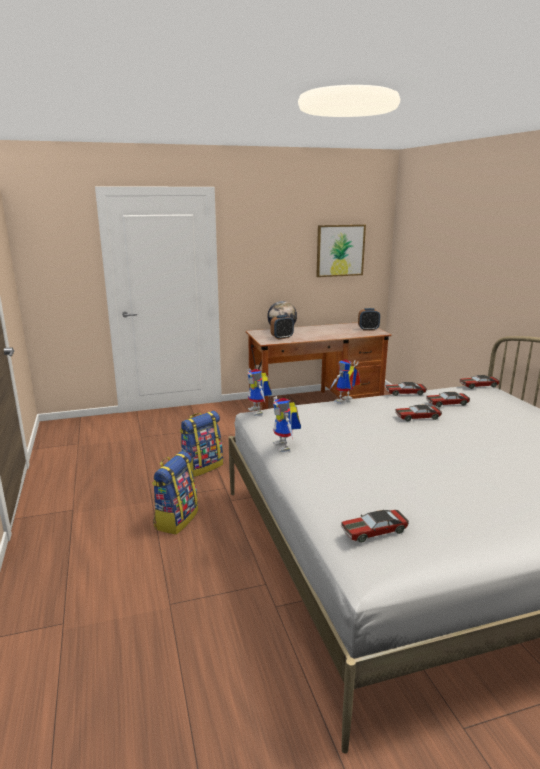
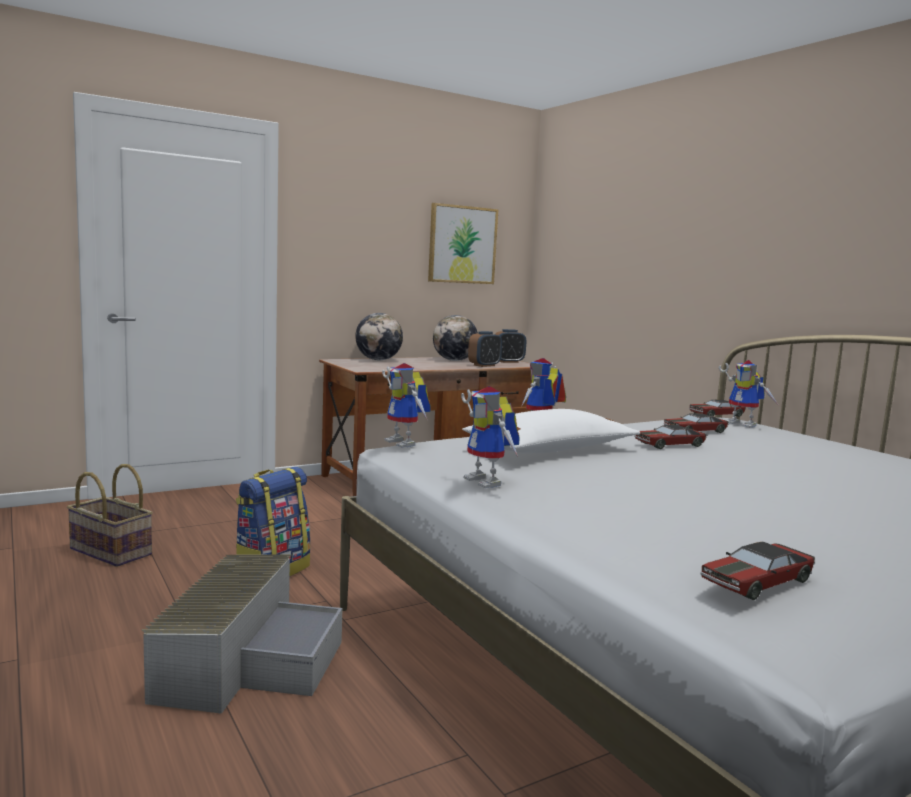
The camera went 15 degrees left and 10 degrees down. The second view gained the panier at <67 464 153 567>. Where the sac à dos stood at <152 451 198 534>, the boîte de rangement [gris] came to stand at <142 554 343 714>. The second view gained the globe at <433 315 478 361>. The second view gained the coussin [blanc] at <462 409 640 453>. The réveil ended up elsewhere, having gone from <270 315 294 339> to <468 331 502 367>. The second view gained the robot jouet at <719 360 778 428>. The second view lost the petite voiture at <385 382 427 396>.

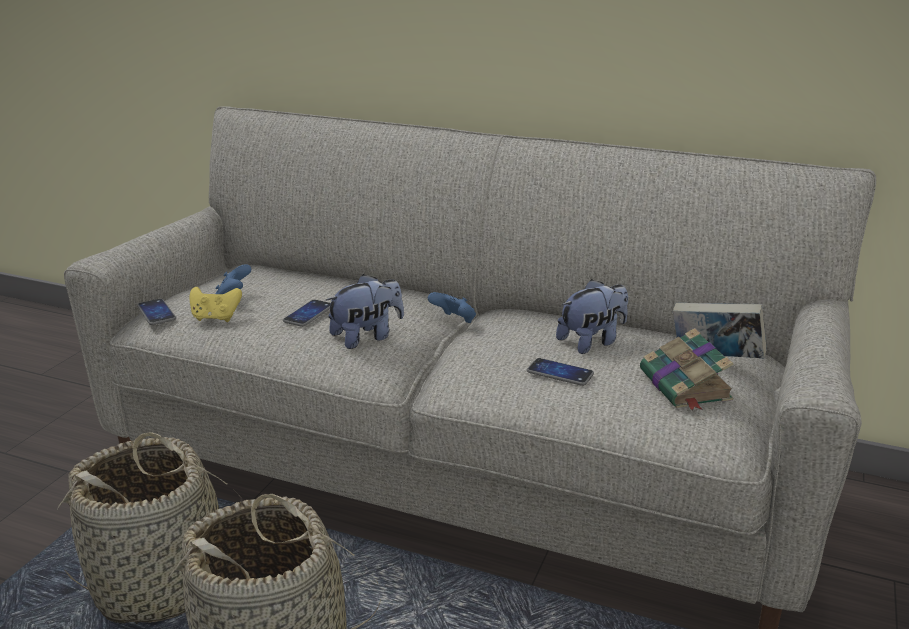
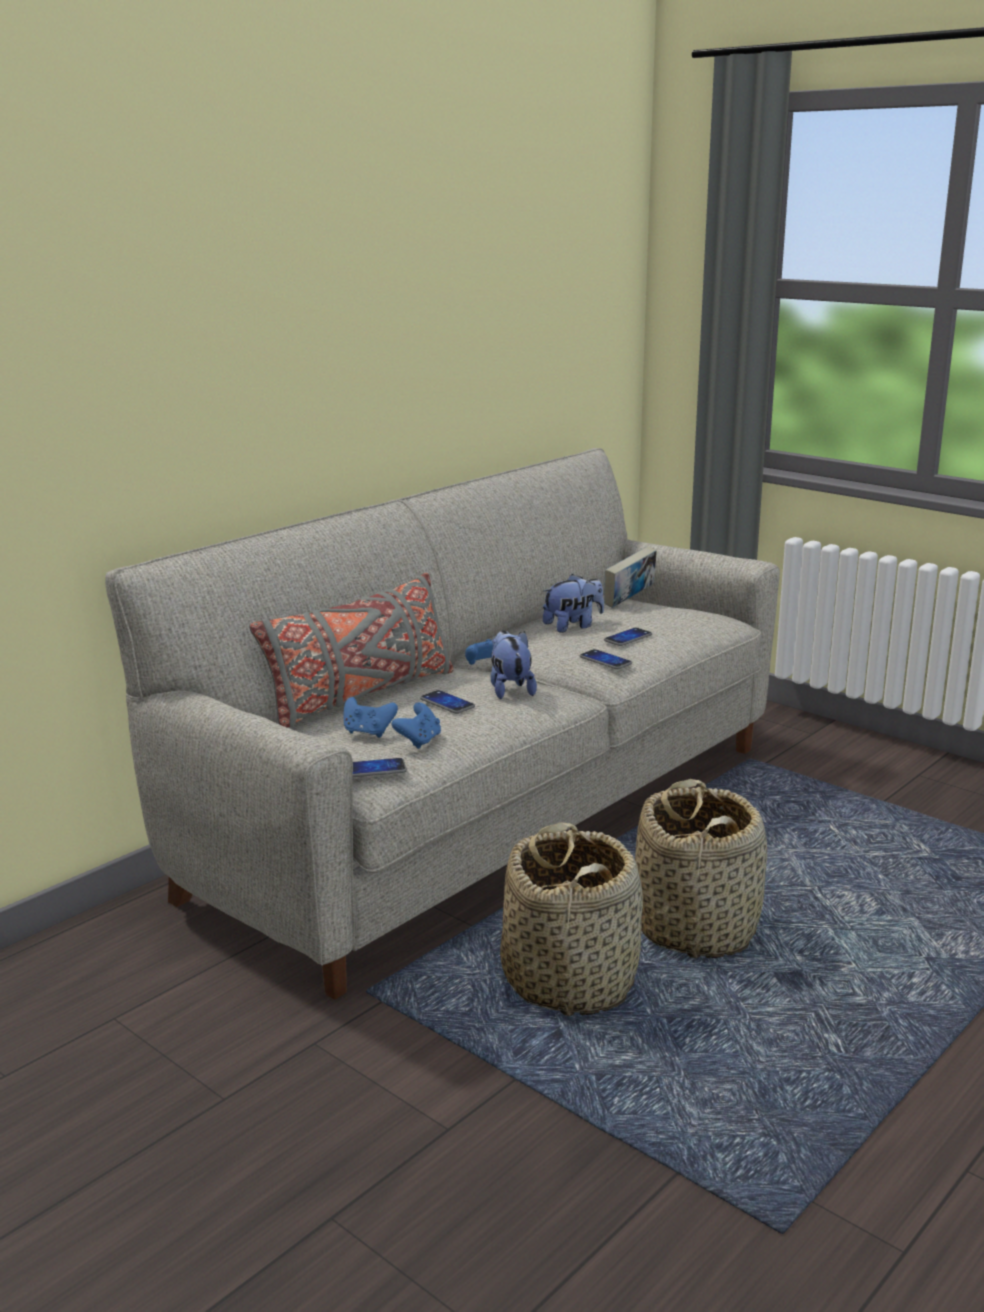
The camera went 70 degrees left and 5 degrees down. The second view gained the coussin [gris] at <249 573 454 728>. What was the manette [jaune] at <190 287 242 322> turned into the manette [bleu] at <391 702 441 749>. The peluche at <556 279 628 354> ended up facing another way, 75 degrees clockwise from before. The second view gained the téléphone at <580 649 632 669>. The second view lost the livre at <640 328 734 411>.

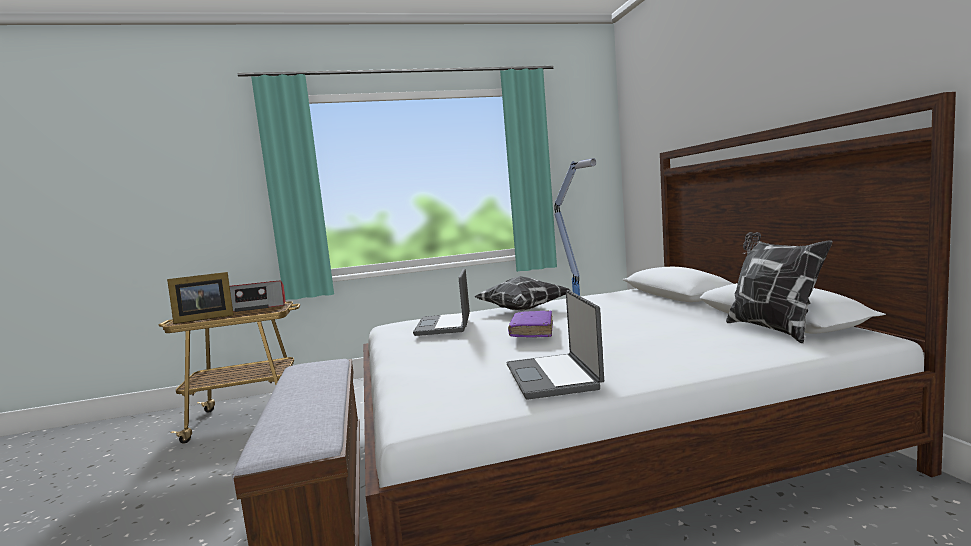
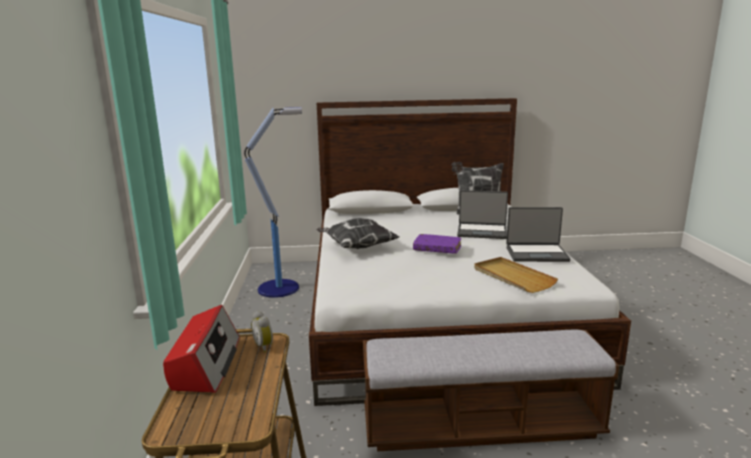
The camera went 80 degrees left and 10 degrees up. The second view gained the réveil at <251 311 273 353>. The ordinateur portable ended up elsewhere, having gone from <413 268 470 336> to <457 190 508 239>. The second view gained the plateau [beige] at <474 257 558 293>. The second view lost the cadre photo at <167 272 234 324>.

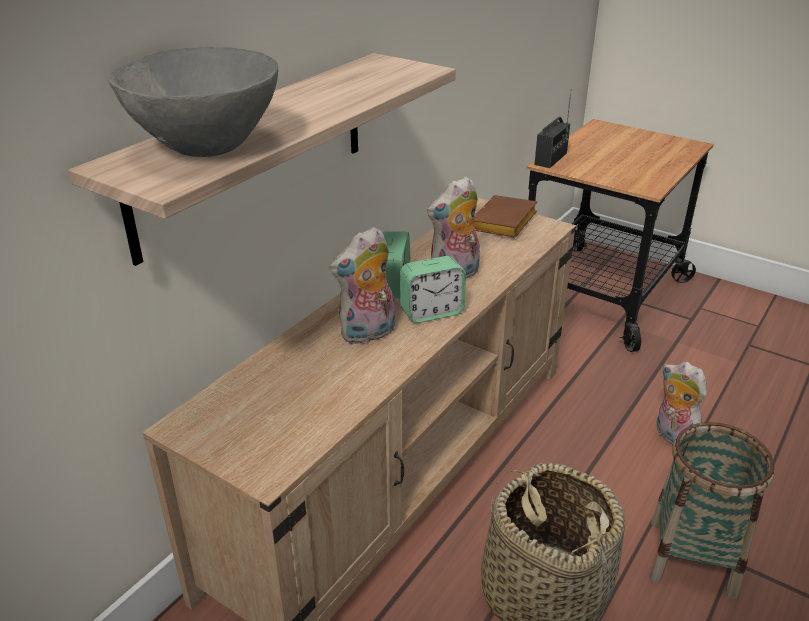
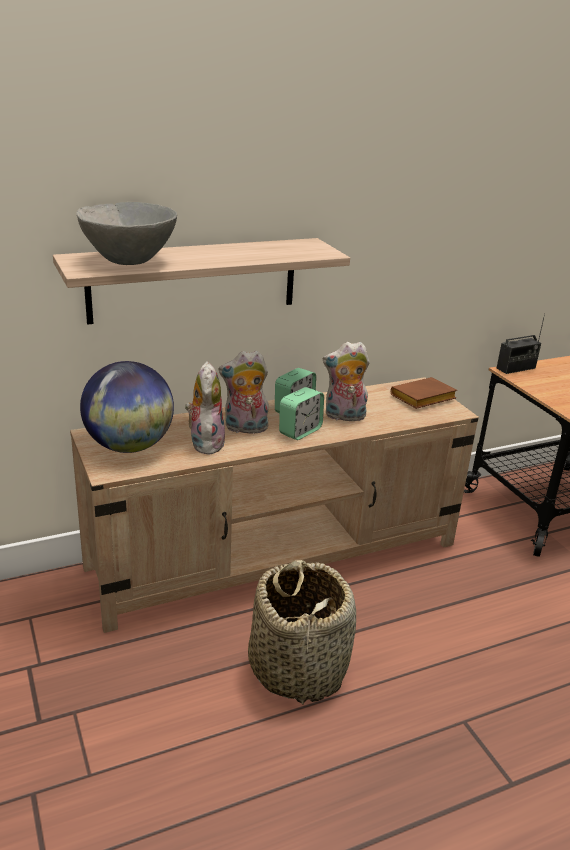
The camera went 30 degrees right and 5 degrees down. The second view gained the globe at <80 361 174 453>. The peluche ended up elsewhere, having gone from <657 362 707 445> to <185 361 225 455>. The réveil at <400 256 466 323> ended up facing another way, 60 degrees counterclockwise from before. The second view lost the panier at <649 422 775 599>.

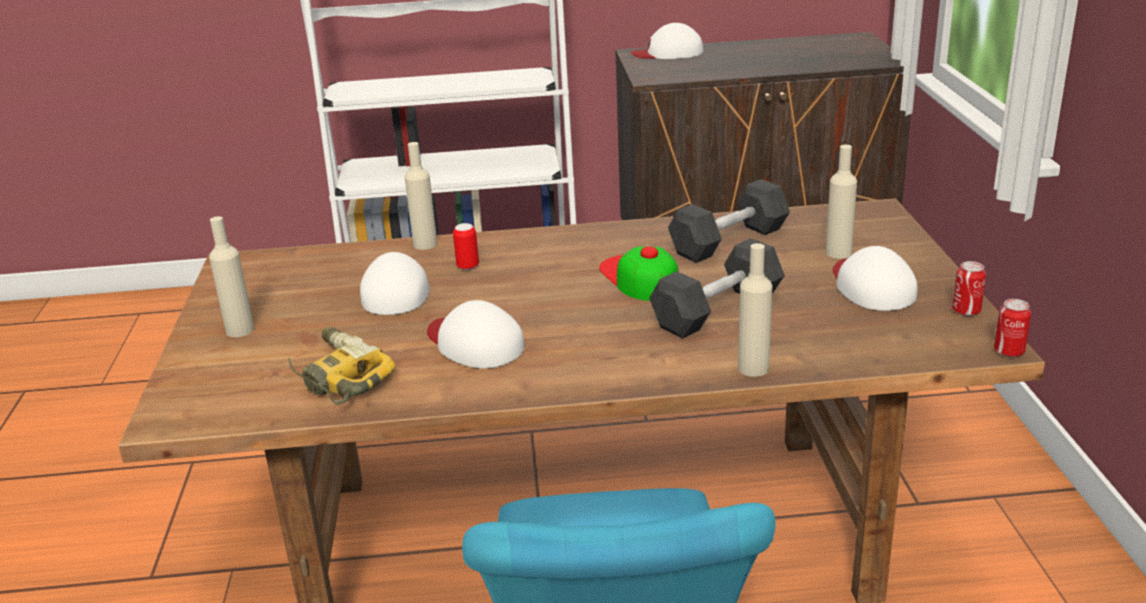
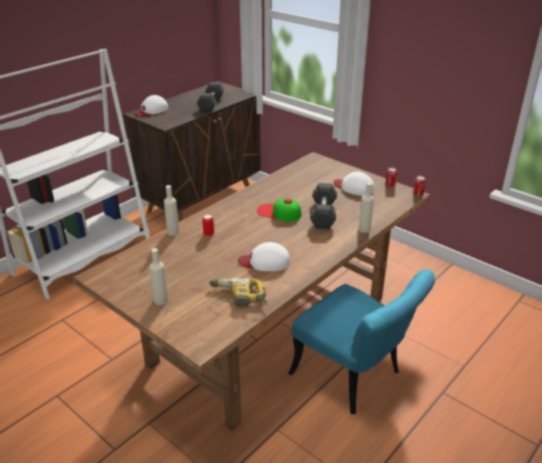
The camera went 45 degrees left and 5 degrees up. The haltère [noir] ended up elsewhere, having gone from <668 179 790 263> to <196 82 225 112>. The second view lost the casquette [blanc] at <360 252 430 315>. The second view lost the bouteille [beige] at <825 145 857 259>.

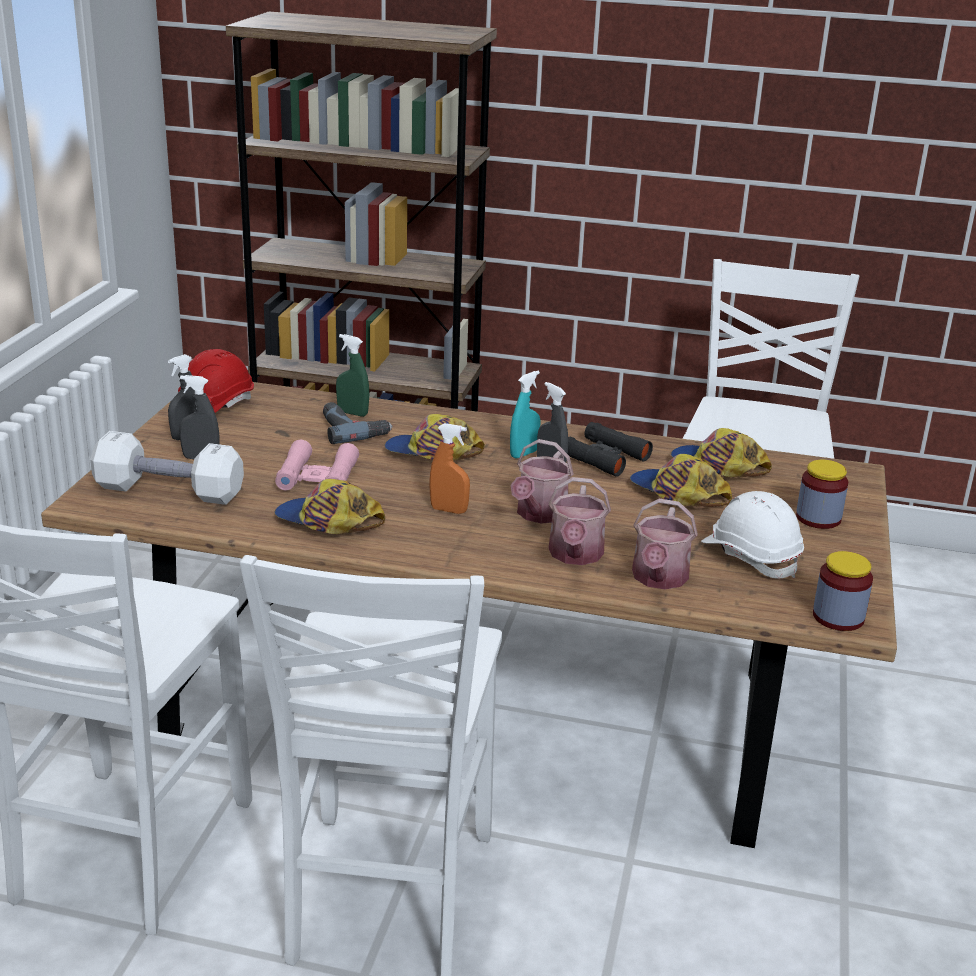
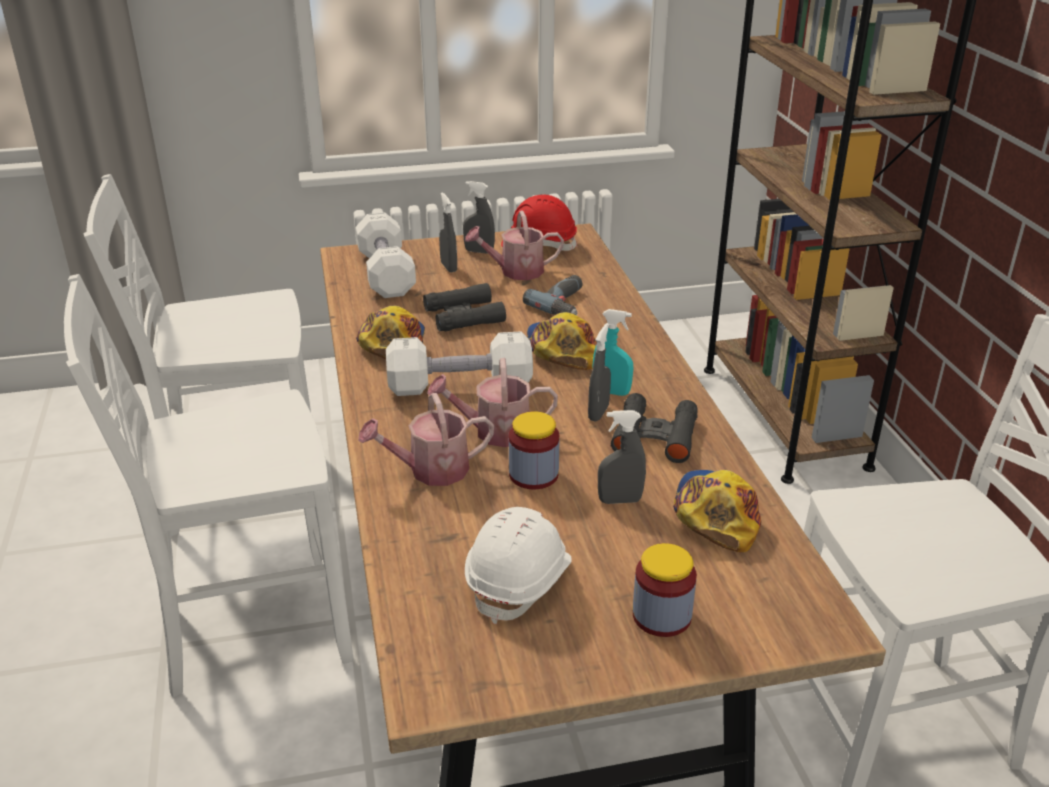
The camera went 65 degrees right and 5 degrees up. Where the vaporisateur [orange] stood at <429 423 470 514>, the haltère [blanc] came to stand at <386 331 533 396>. What was the jumelles [rose] at <275 440 359 490> turned into the jumelles [noir] at <423 283 506 332>. The arrosoir ended up elsewhere, having gone from <632 499 698 589> to <465 210 564 280>. The bocal ended up elsewhere, having gone from <813 551 873 631> to <509 411 560 489>. Where the casquette stood at <630 454 732 507>, the vaporisateur [gris] came to stand at <598 410 646 504>. The second view lost the vaporisateur [vert] at <336 334 369 417>.

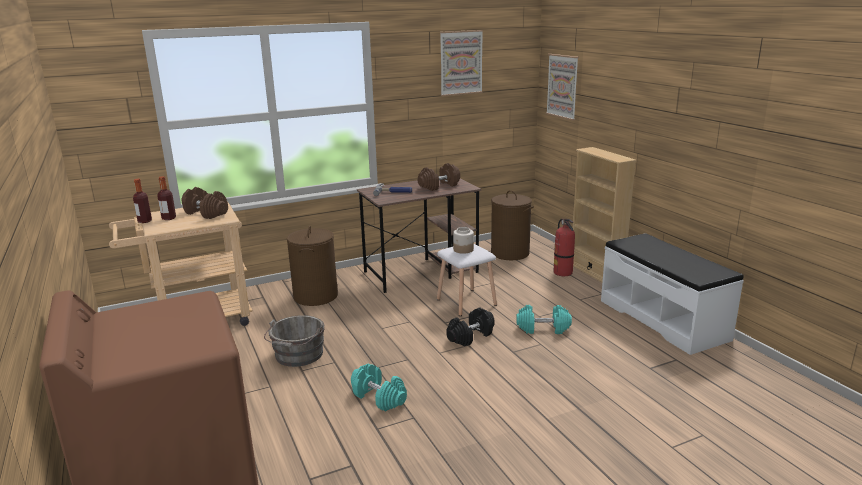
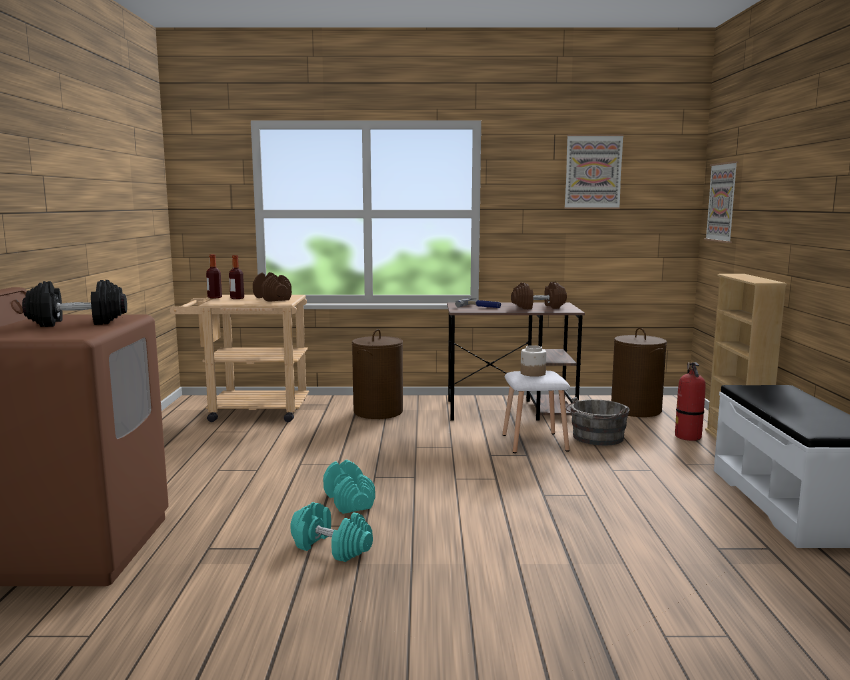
The camera went 25 degrees right and 10 degrees down. The haltère [noir] ended up elsewhere, having gone from <446 308 495 347> to <22 280 127 327>. The haltère [turquoise] ended up elsewhere, having gone from <516 305 572 334> to <290 502 373 562>. The seau [gris] ended up elsewhere, having gone from <264 315 324 367> to <566 397 629 446>.

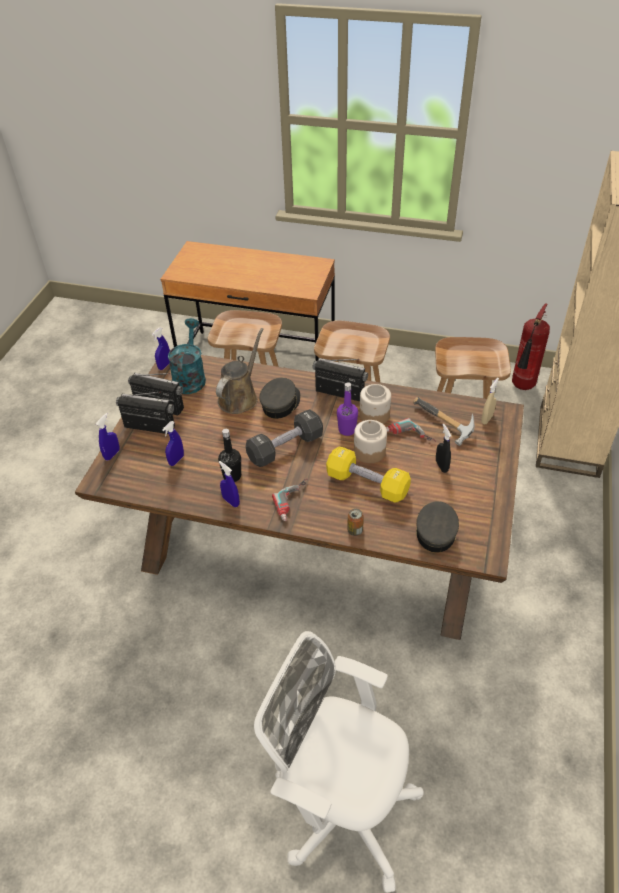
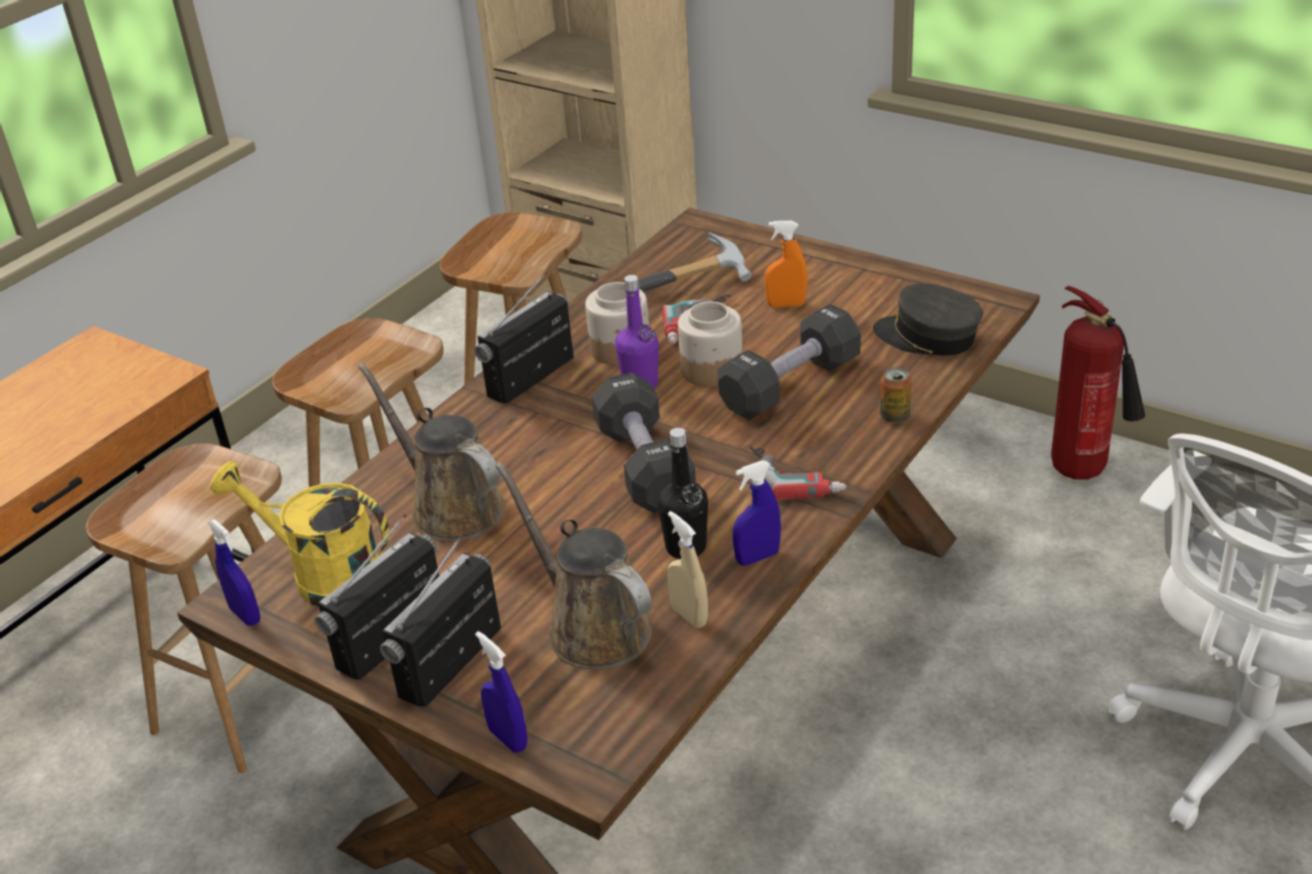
The camera went 70 degrees left and 10 degrees down. What was the arrosoir [turquoise] at <168 318 206 394> turned into the arrosoir [jaune] at <211 461 389 607>. Where the vaporisateur [bleu] stood at <162 421 184 466>, the arrosoir [marron] came to stand at <495 462 652 670>. The vaporisateur [beige] ended up elsewhere, having gone from <481 378 499 425> to <667 511 708 628>. What was the haltère [jaune] at <326 447 411 503> turned into the haltère [noir] at <718 304 861 420>. What was the vaporisateur [noir] at <436 424 451 473> turned into the vaporisateur [orange] at <765 221 807 307>. The extincteur ended up elsewhere, having gone from <512 303 550 390> to <1051 286 1145 479>. The second view lost the casquette [gris] at <259 377 300 419>.

